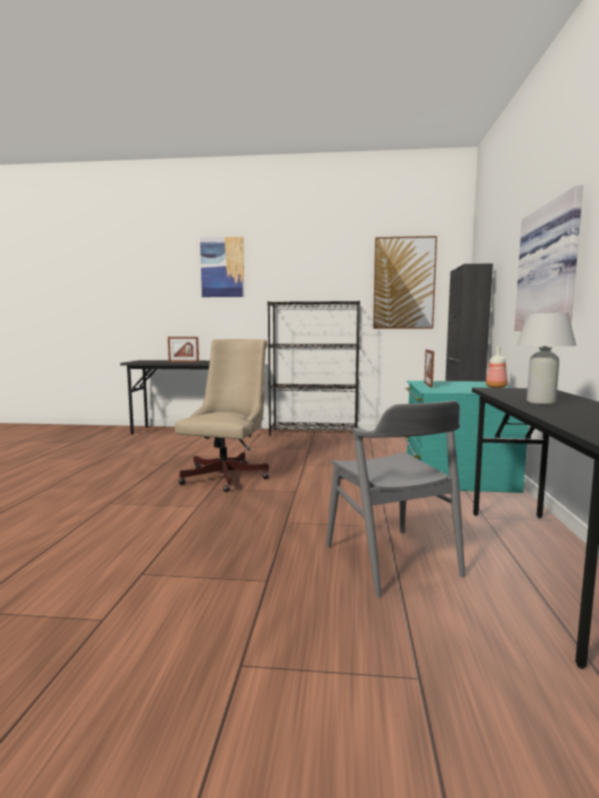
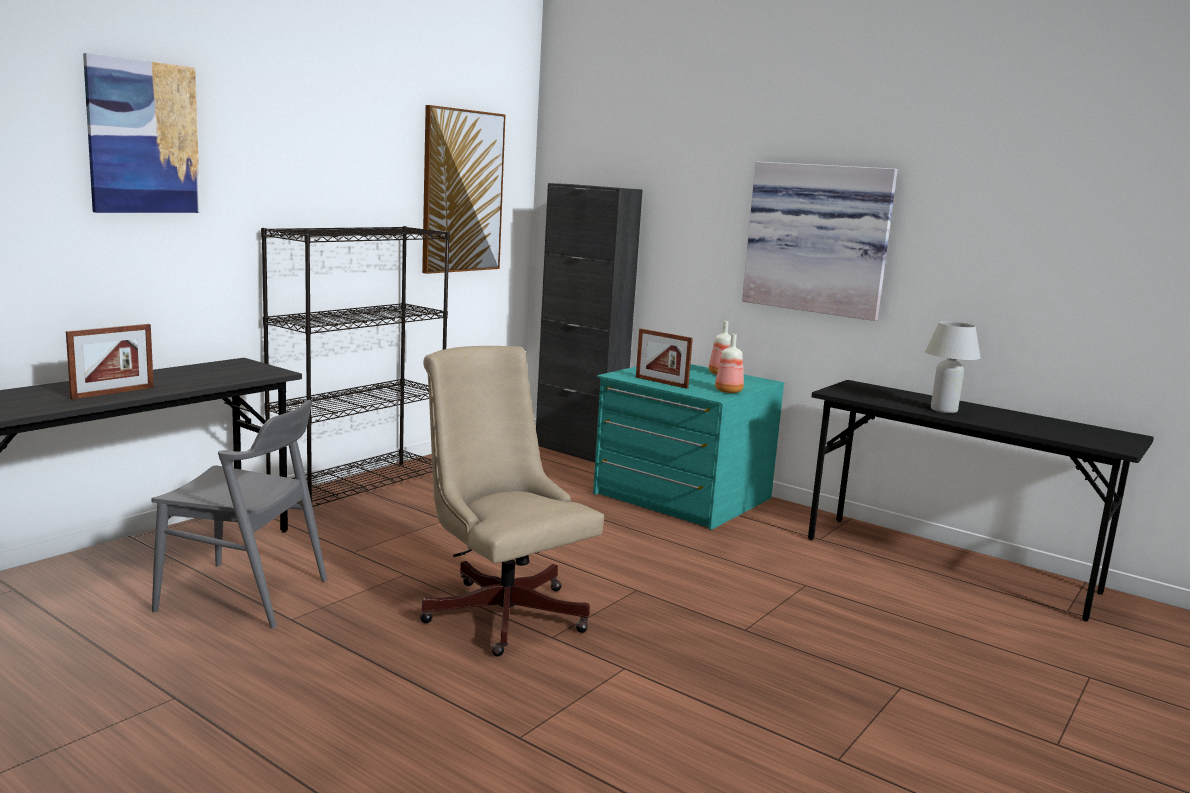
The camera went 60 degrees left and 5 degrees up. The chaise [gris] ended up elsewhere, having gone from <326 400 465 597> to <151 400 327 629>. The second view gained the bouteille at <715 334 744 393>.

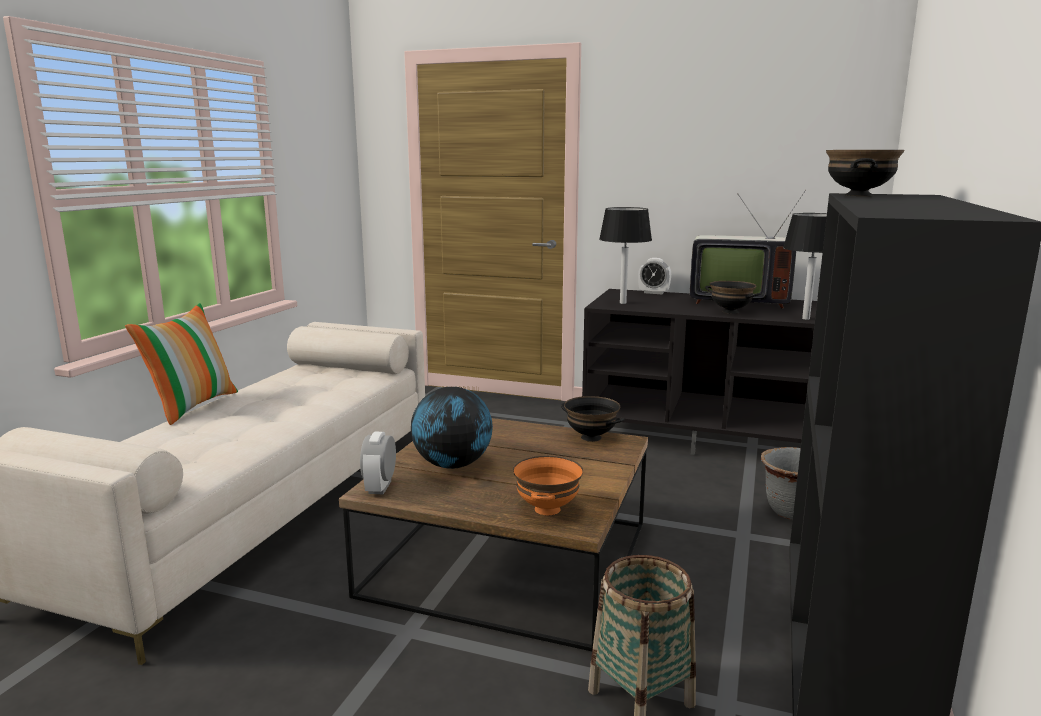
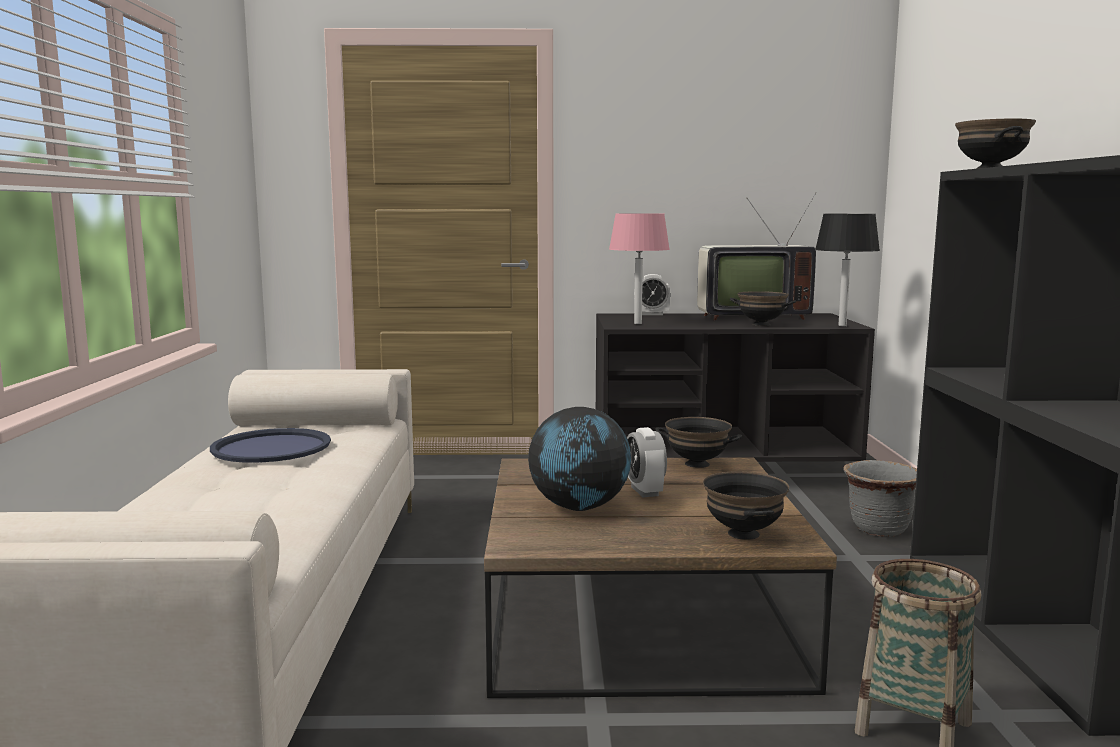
The camera went 20 degrees left and 5 degrees down. The second view gained the plateau [bleu] at <210 428 331 463>. What was the lampe de table [noir] at <599 207 652 304> turned into the lampe de table [rose] at <609 214 670 324>. The réveil ended up elsewhere, having gone from <360 431 396 494> to <627 427 667 497>. What was the bol [orange] at <513 456 583 516> turned into the bol [noir] at <703 471 789 540>. The second view lost the coussin at <125 303 238 425>.

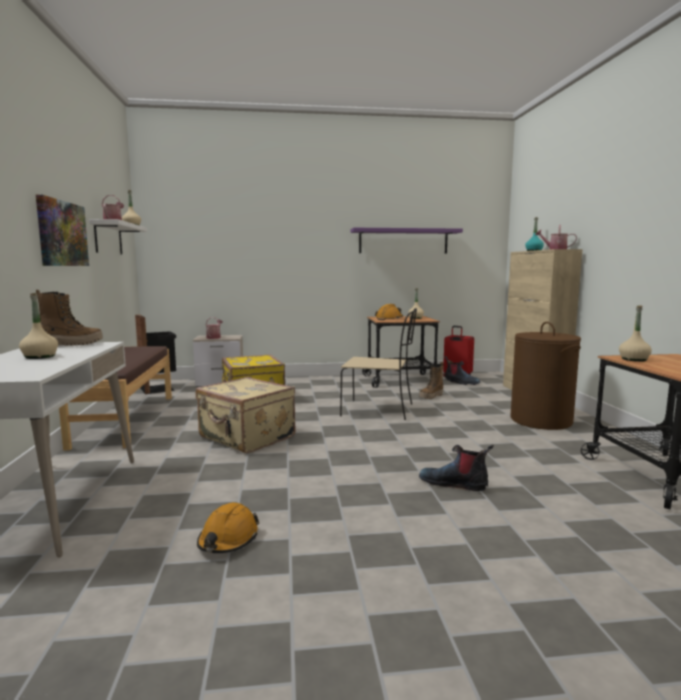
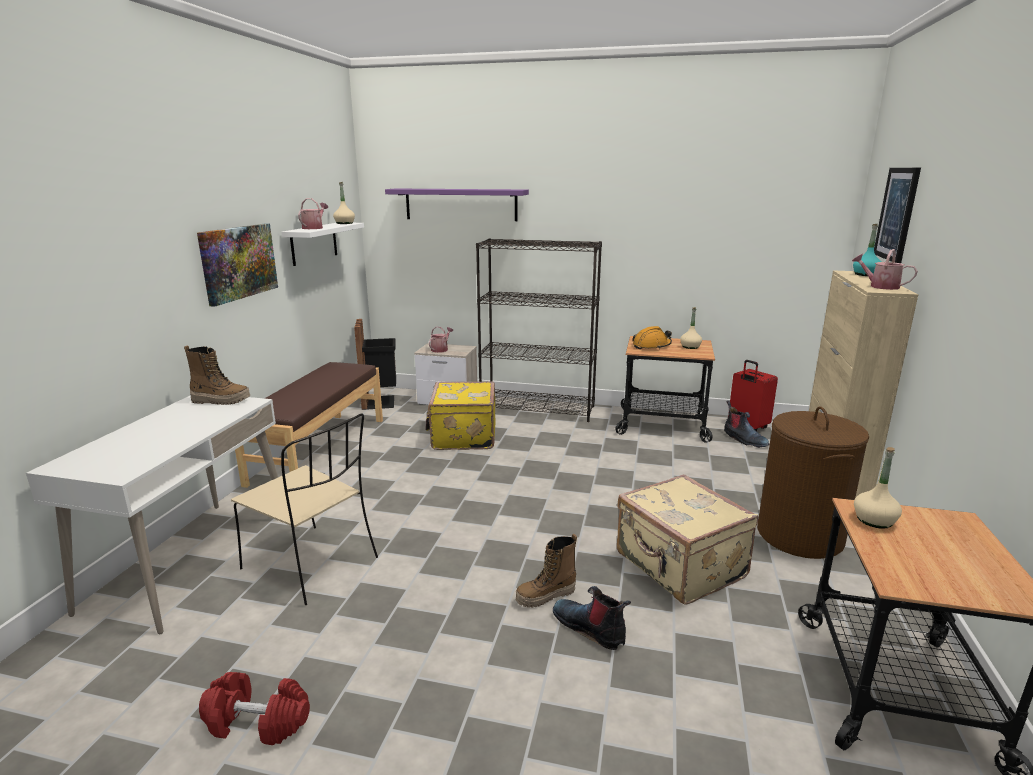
The camera went 20 degrees right and 10 degrees up. The second view gained the haltère [rouge] at <199 672 310 745>. The chaise [beige] ended up elsewhere, having gone from <340 308 417 420> to <231 413 378 605>. The étagère [violet] ended up elsewhere, having gone from <351 228 463 253> to <385 189 529 221>. The second view gained the bibliothèque [noir] at <476 238 602 422>. The botte ended up elsewhere, having gone from <419 362 444 399> to <516 534 577 608>. The valise [beige] ended up elsewhere, having gone from <196 377 296 453> to <617 474 758 605>. The second view gained the tableau at <874 168 921 263>. The second view lost the bouteille [beige] at <19 293 58 359>. The second view lost the casque de chantier [orange] at <197 503 259 553>.

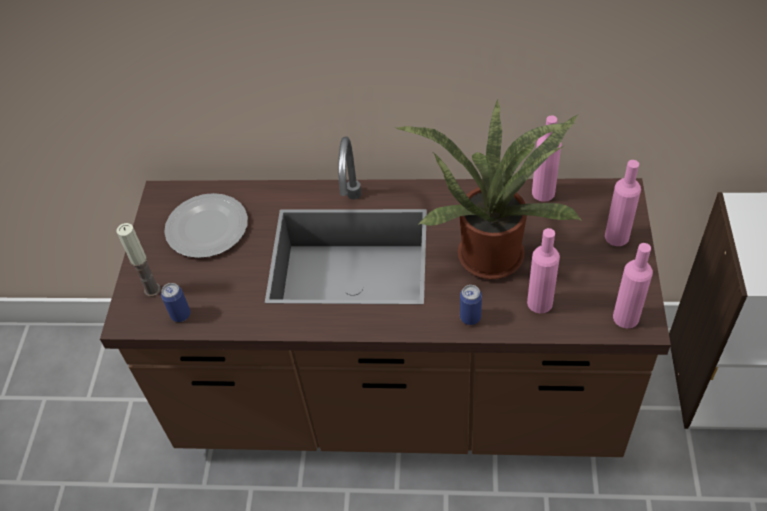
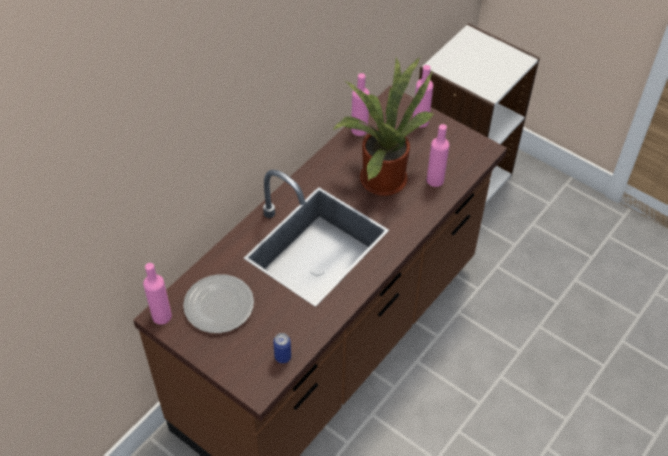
The camera went 60 degrees left and 0 degrees up. The bouteille [rose] ended up elsewhere, having gone from <613 243 653 328> to <143 263 172 325>. The second view lost the bougie at <116 223 161 297>. The second view lost the boîte métallique at <460 285 482 325>.

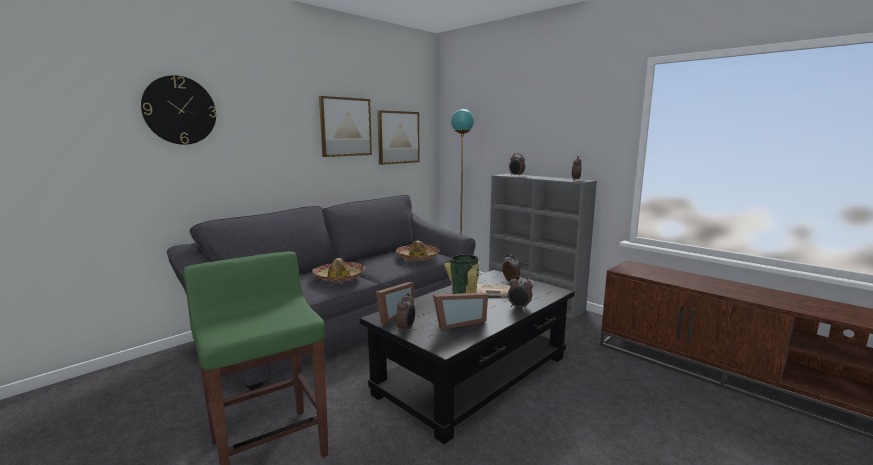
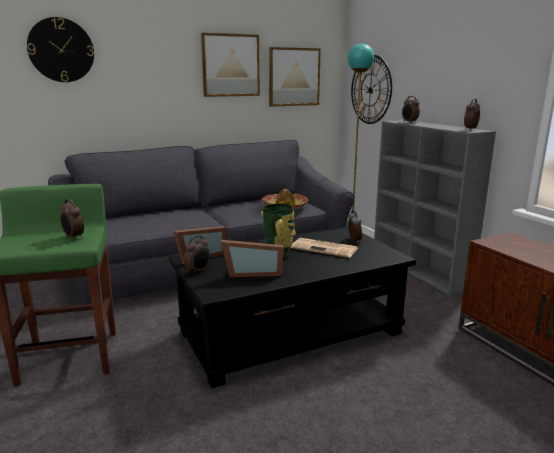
The camera went 20 degrees right and 5 degrees up. The réveil ended up elsewhere, having gone from <508 276 533 310> to <60 199 84 240>. The second view gained the horloge murale at <351 55 392 124>. The second view lost the chapeau at <312 258 365 282>.

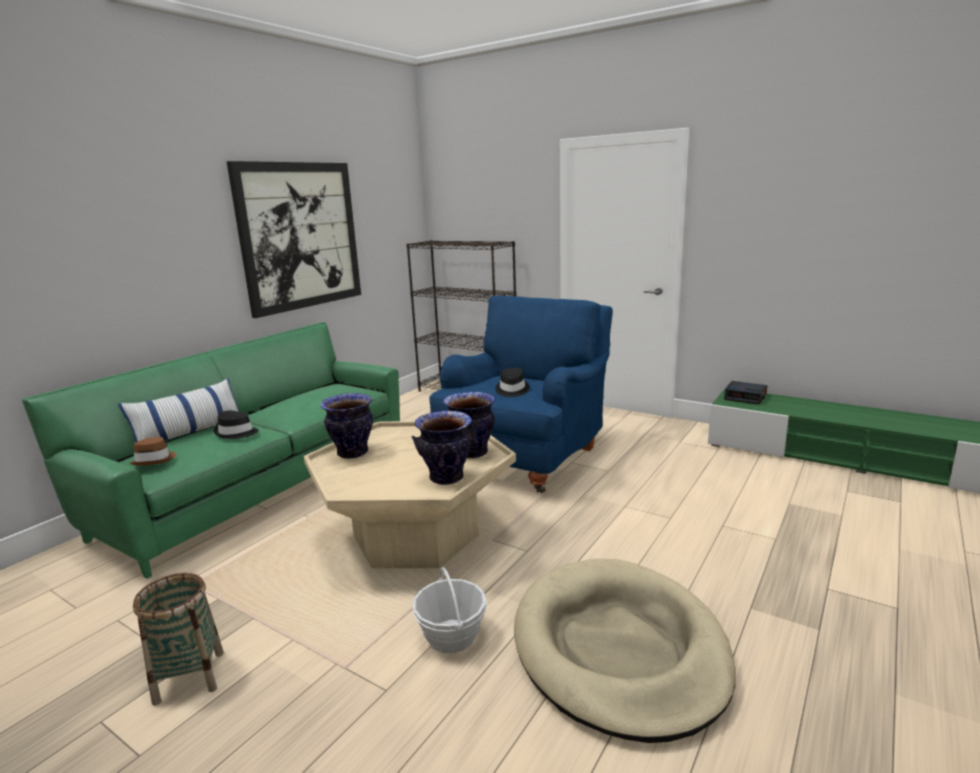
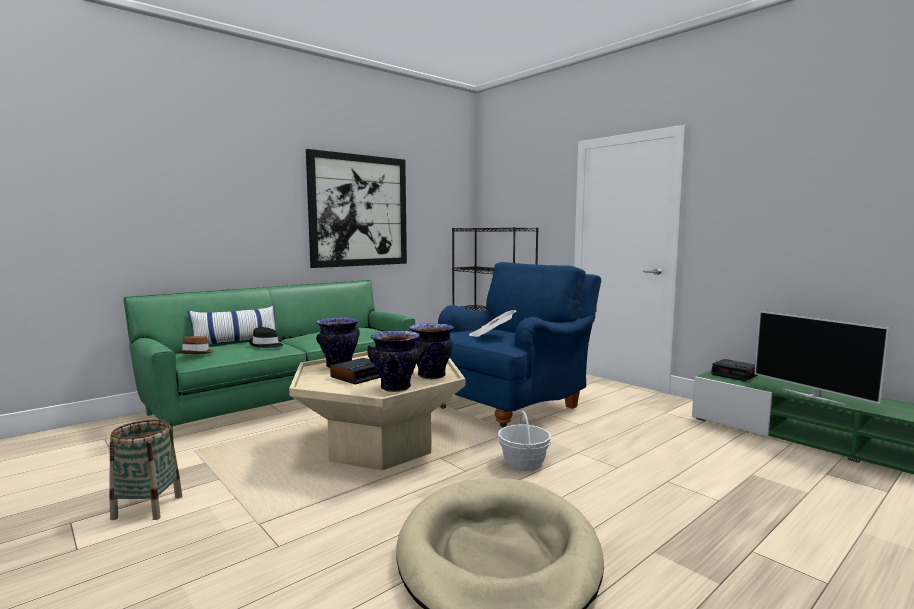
The camera went 15 degrees right and 10 degrees down. The second view gained the réveil at <330 358 380 385>. Where the chapeau [noir] stood at <495 368 530 397>, the journal came to stand at <469 310 516 337>. The panier ended up elsewhere, having gone from <413 567 487 653> to <498 411 552 471>. The second view gained the téléviseur at <755 311 889 405>.

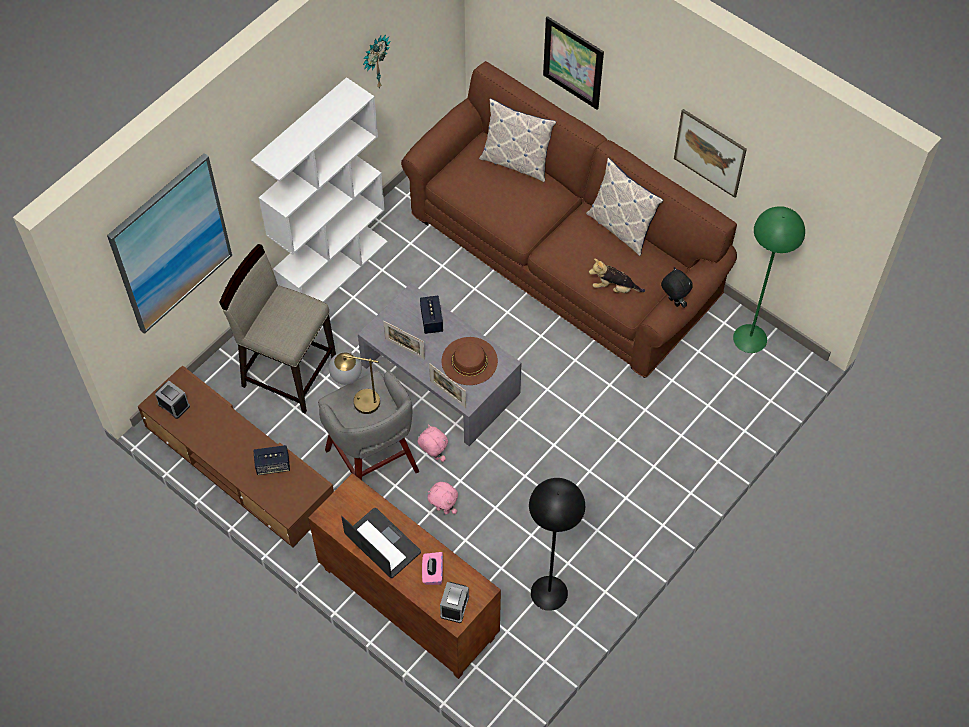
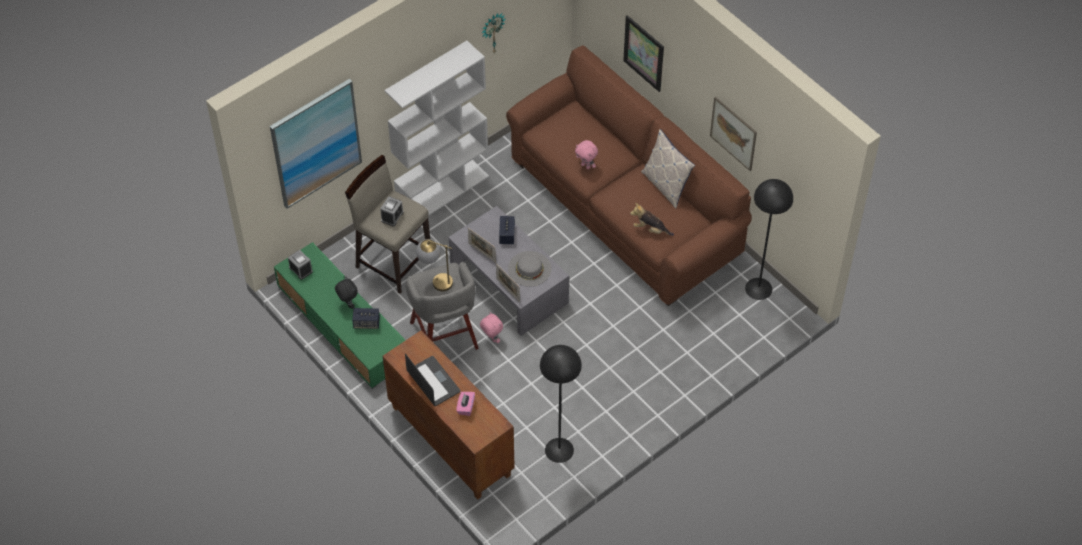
The camera went 10 degrees right and 5 degrees down. What was the meuble télé [marron] at <138 366 334 547> turned into the meuble télé [vert] at <274 242 405 388>. The peluche [noir] ended up elsewhere, having gone from <661 267 693 308> to <335 277 358 309>. The réveil ended up elsewhere, having gone from <440 582 469 623> to <380 196 404 227>. What was the chapeau [marron] at <442 337 498 385> turned into the chapeau [gris] at <508 251 552 287>. The peluche [rose] ended up elsewhere, having gone from <428 482 458 515> to <575 140 598 169>. What was the lampadaire [vert] at <733 206 805 353> turned into the lampadaire [noir] at <745 179 793 300>. The second view lost the coussin at <479 98 556 182>.

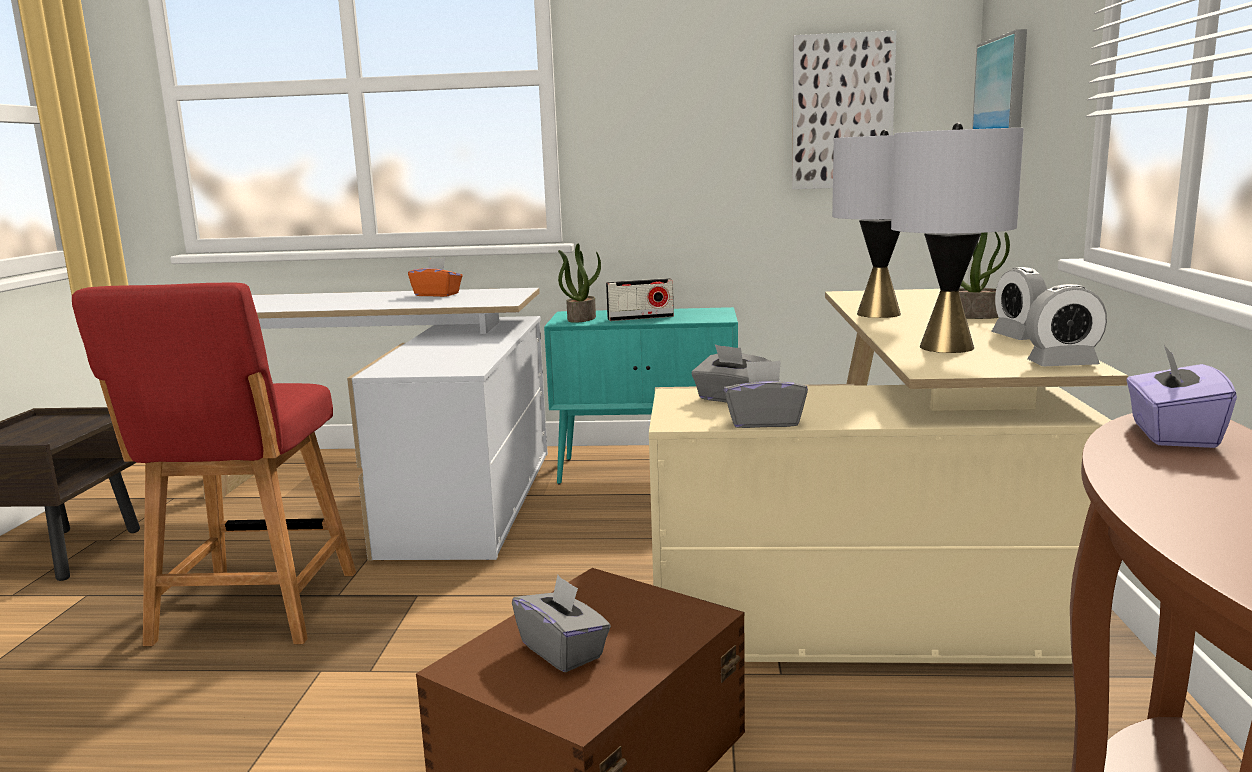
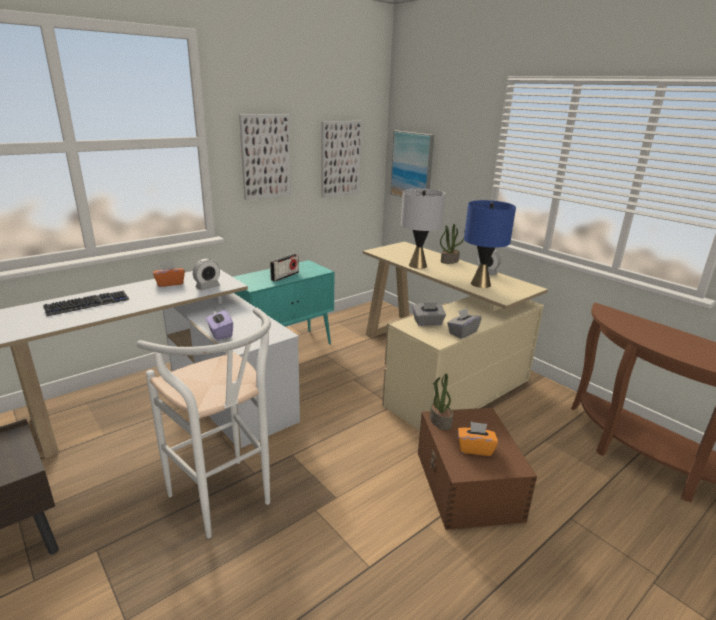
The camera went 45 degrees left and 10 degrees up. The second view gained the clavier at <43 291 130 316>. Where the chaise [rouge] stood at <72 282 356 646>, the tabouret [blanc] came to stand at <136 307 271 539>. The réveil ended up elsewhere, having gone from <1026 284 1107 366> to <193 259 220 290>. The boîte à mouchoirs [violet] ended up elsewhere, having gone from <1126 345 1237 448> to <206 310 233 340>. The second view gained the tableau at <239 114 291 200>. The plante en pot ended up elsewhere, having gone from <558 243 601 323> to <430 374 453 430>. What was the boîte à mouchoirs [gris] at <512 575 611 672> turned into the boîte à mouchoirs [orange] at <458 422 498 456>. What was the lampe de table [gris] at <891 123 1024 353> turned into the lampe de table [bleu] at <464 200 516 288>.

